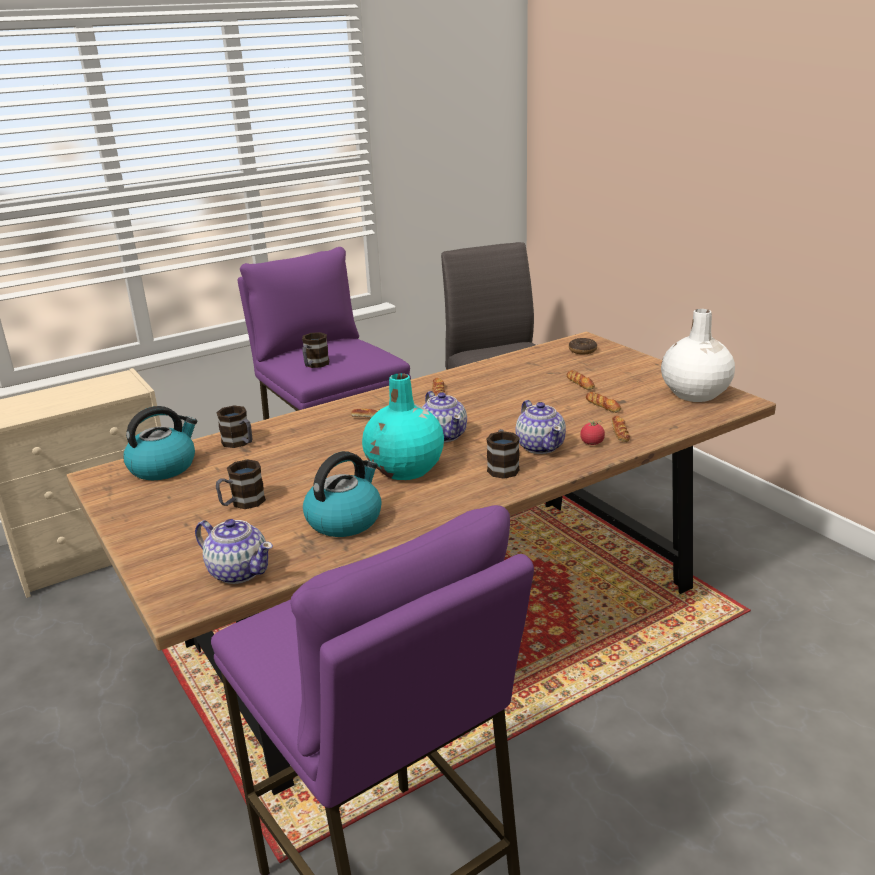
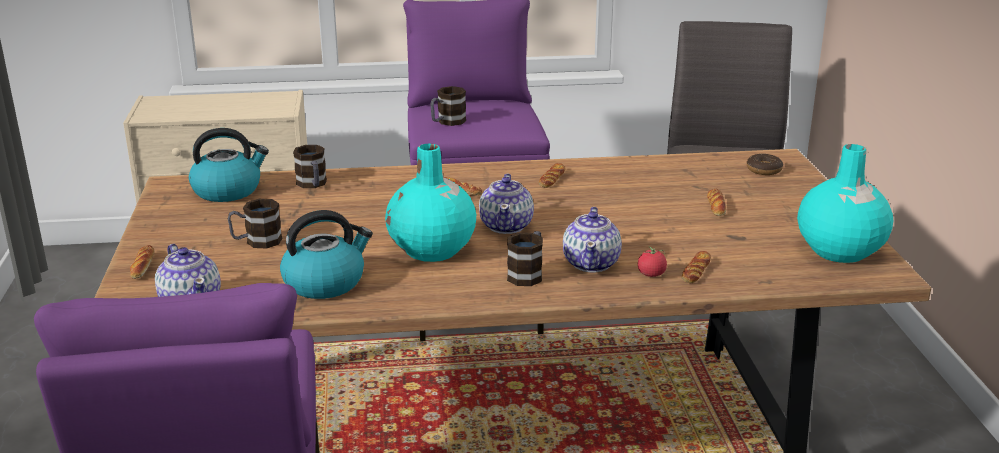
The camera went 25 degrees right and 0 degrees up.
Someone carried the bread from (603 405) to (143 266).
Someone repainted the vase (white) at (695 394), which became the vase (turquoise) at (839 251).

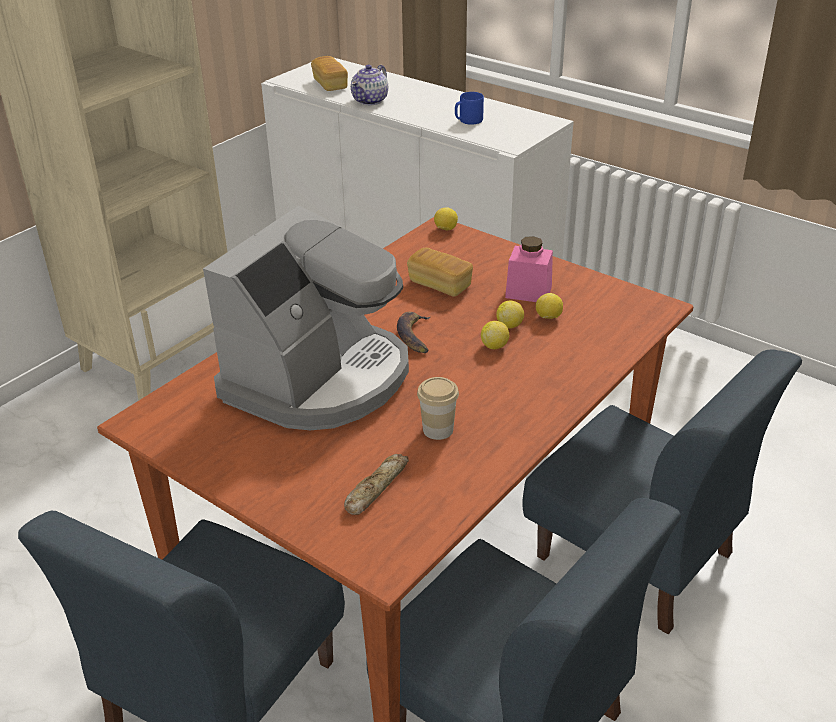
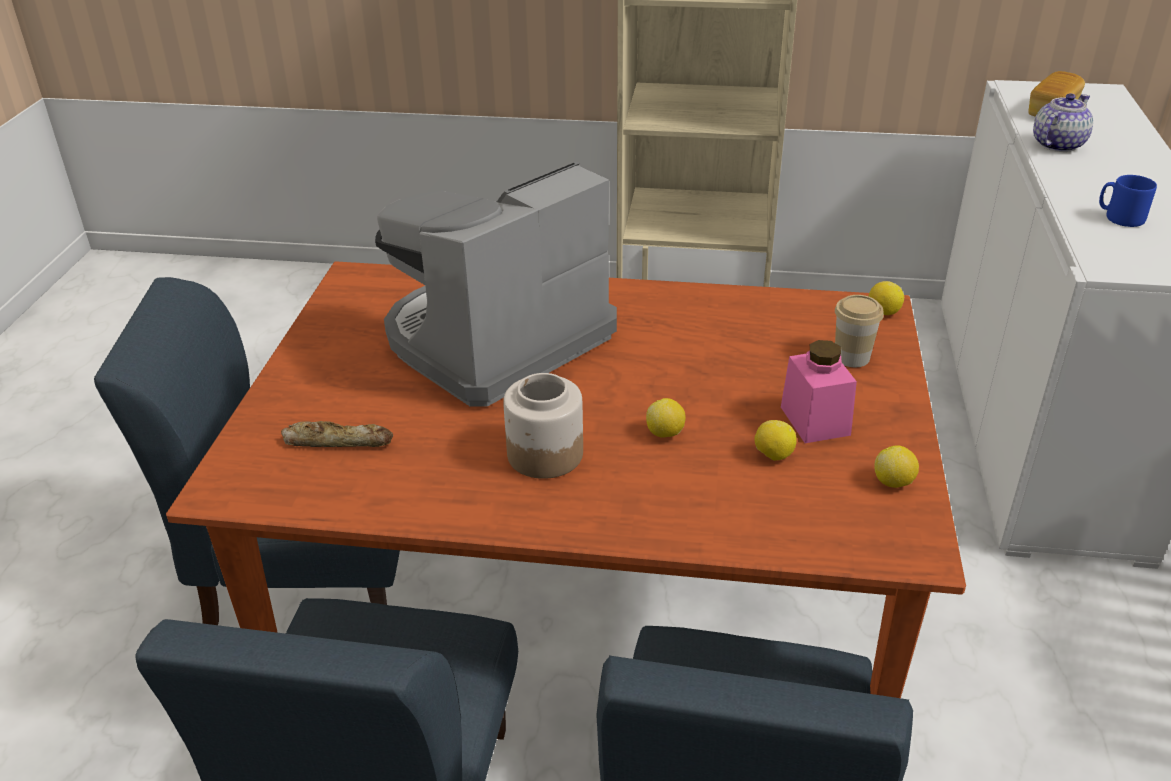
The camera went 60 degrees right and 0 degrees up.
Someone took away the banana at (414 336).
Someone took away the bread at (440 284).
Someone put down the jar at (544 454).
Someone carried the cup from (438 429) to (851 357).
Someone carried the lemon from (509 325) to (893 482).
Someone rotated the coffee machine at (319 378) by 135 degrees clockwise.
Someone rotated the teapot at (370 100) by 135 degrees clockwise.

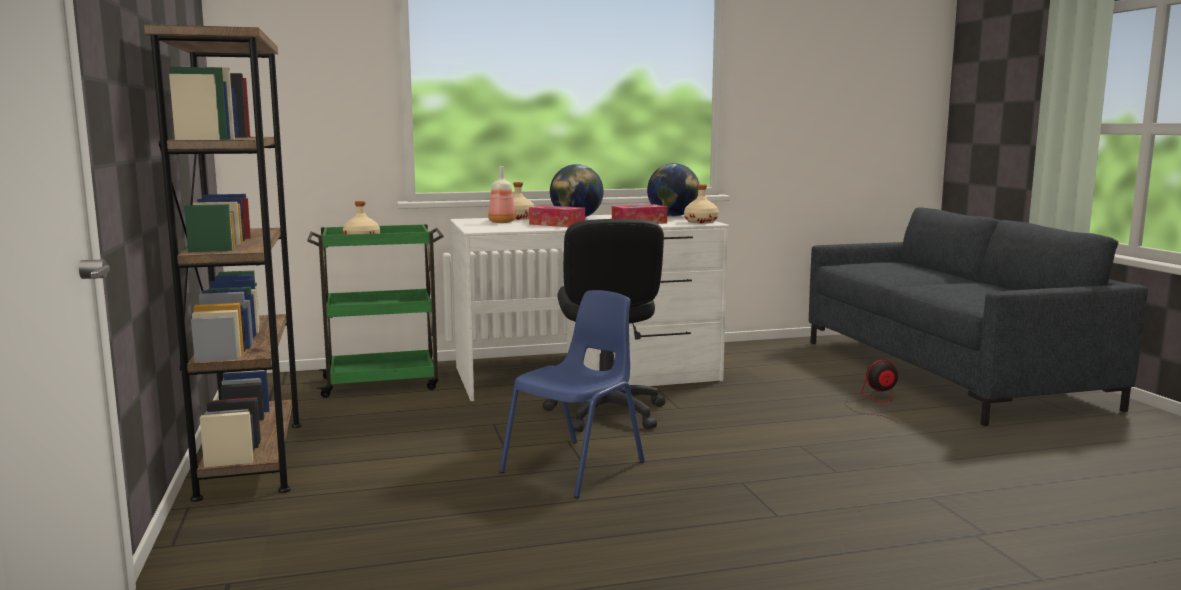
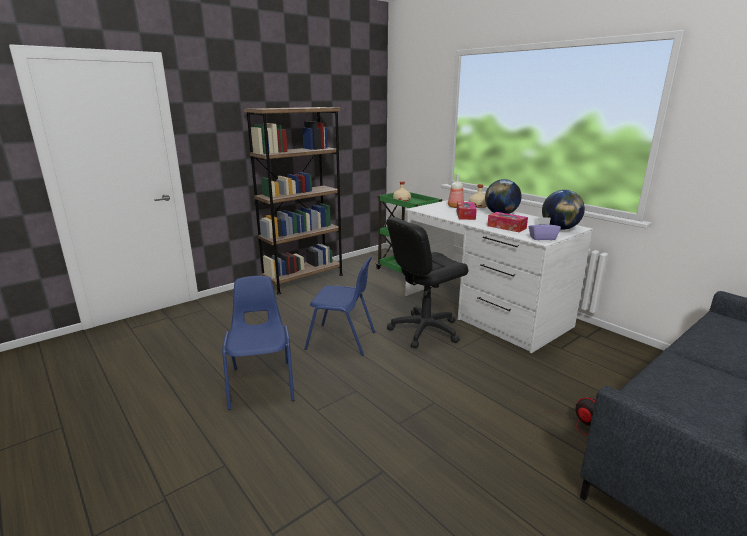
The camera went 65 degrees right and 10 degrees up.
Someone put down the chair (blue) at (262 383).
Someone swapped the bottle (beige) at (701 222) for the tissue box (purple) at (542 238).

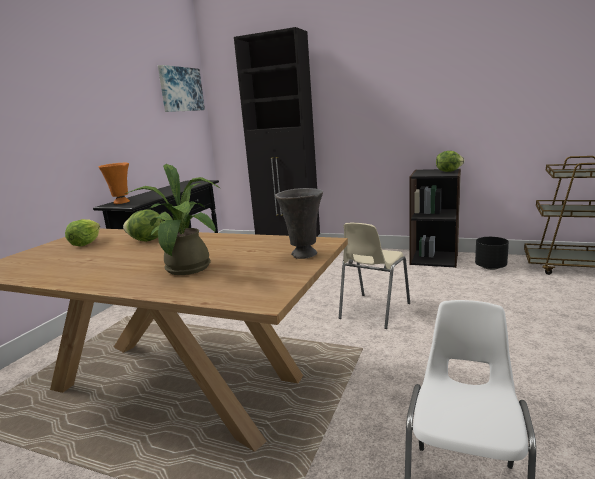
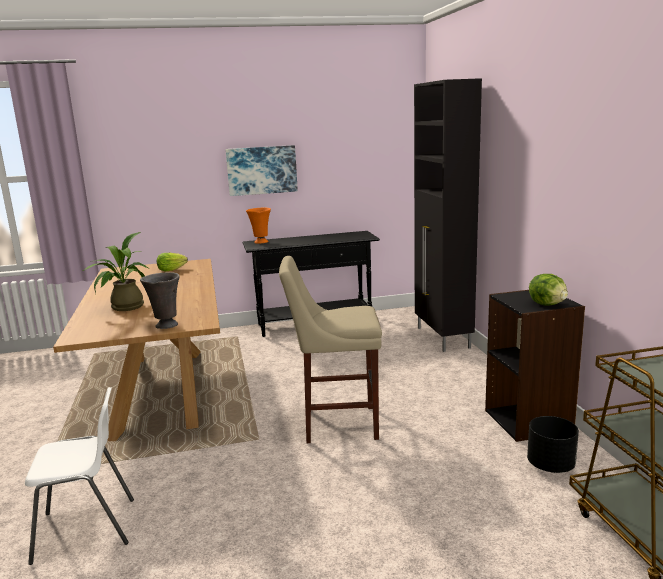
The camera went 55 degrees right and 0 degrees up.
Someone took away the lettuce at (147 241).
Someone carried the picture from (181 89) to (261 170).
Someone swapped the chair (beige) at (373 311) for the stool (beige) at (336 424).

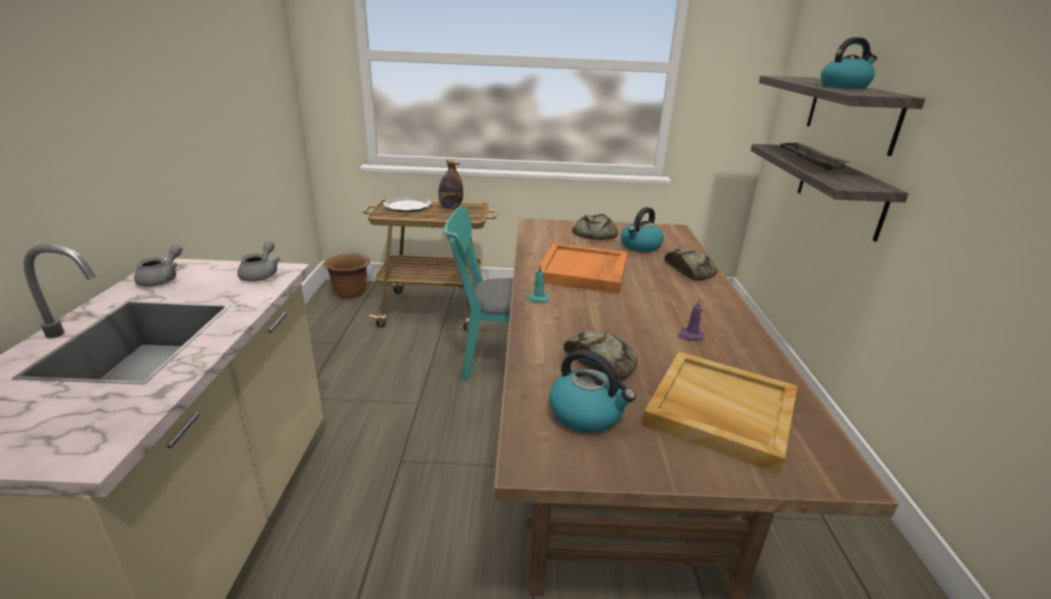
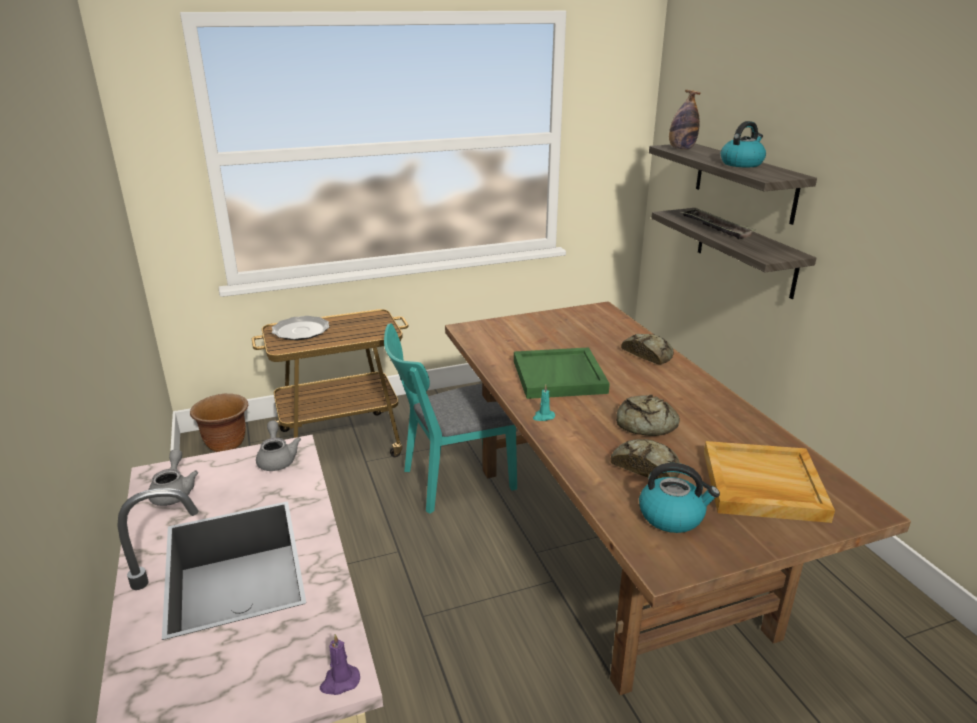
The camera went 20 degrees left and 0 degrees up.
Someone took away the kettle at (640 246).
Someone carried the bottle from (450 208) to (681 149).
Someone carried the bread from (593 234) to (645 424).
Someone carried the candle (purple) from (690 336) to (339 682).
Someone repainted the tray (orange) at (583 272), which became the tray (green) at (560 377).

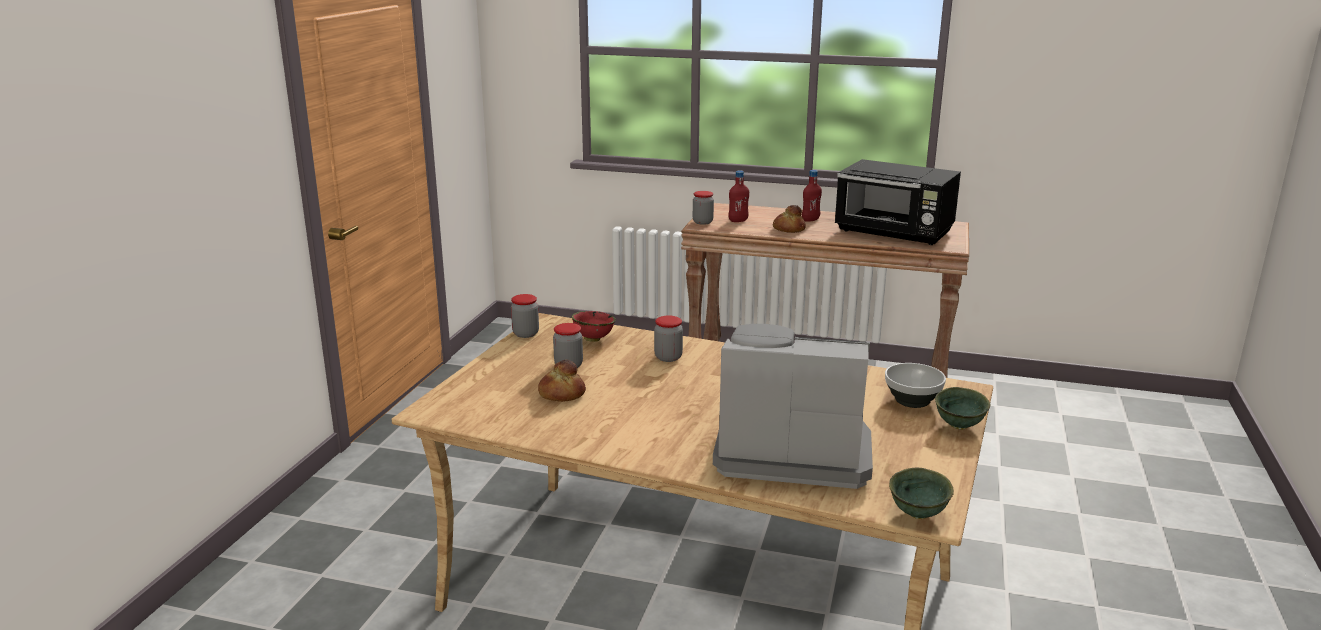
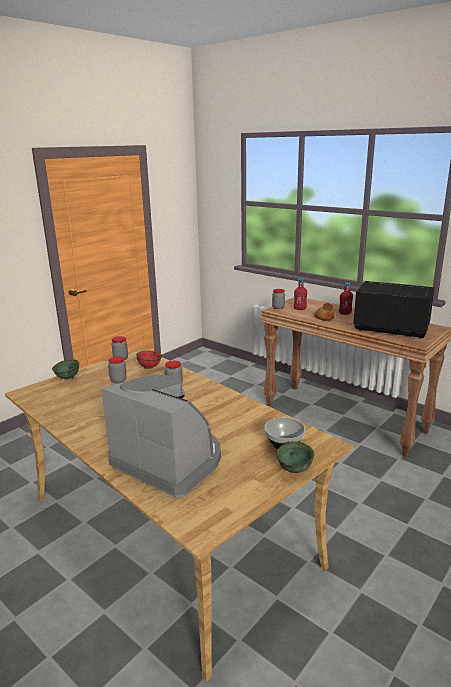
The camera went 25 degrees right and 0 degrees up.
Someone took away the bread at (561 394).
Someone carried the bowl (green) from (919 514) to (68 378).
Someone rotated the microwave (black) at (894 233) by 150 degrees clockwise.

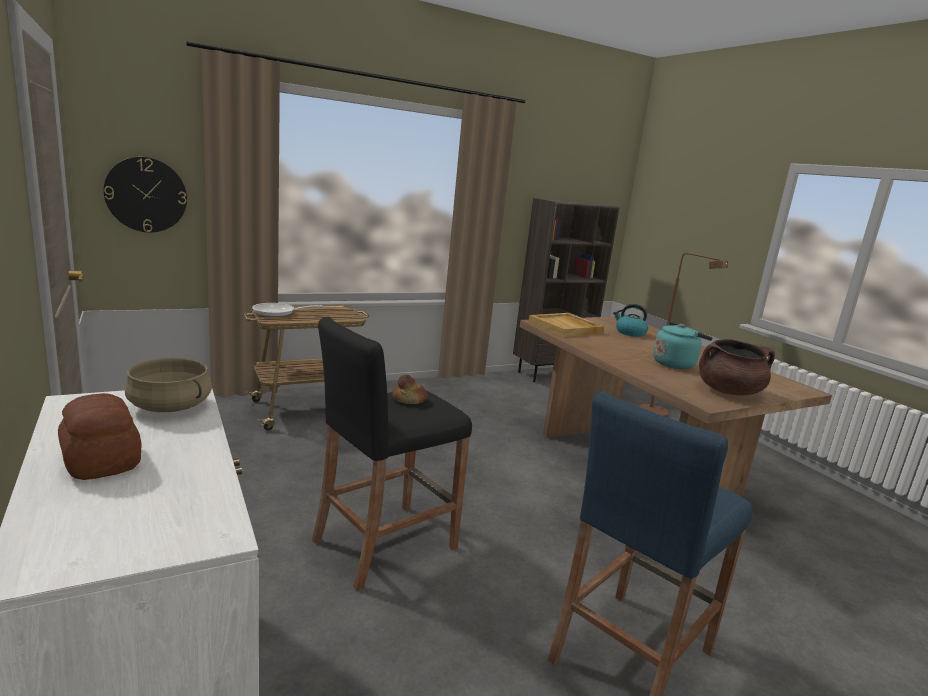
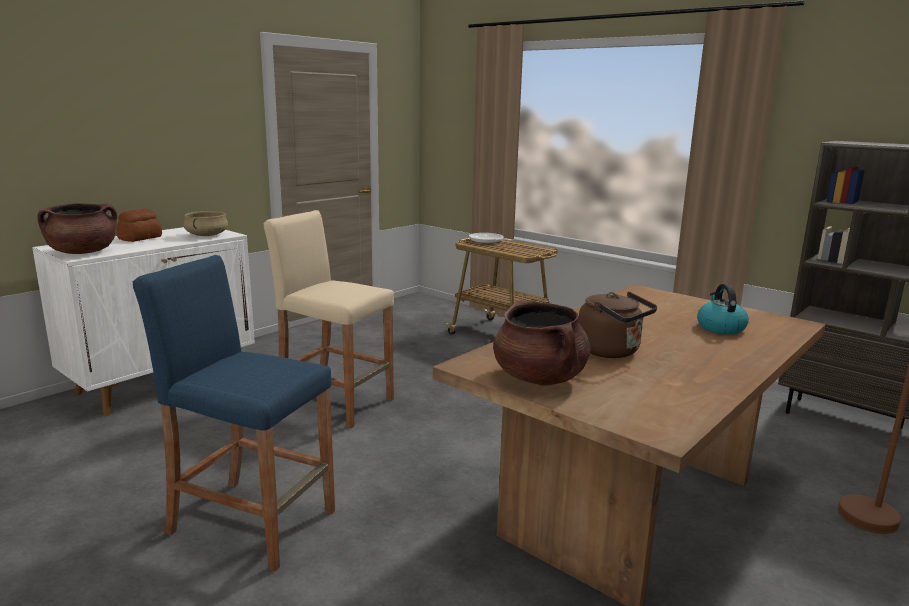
The camera went 70 degrees right and 0 degrees up.
Someone took away the wall clock at (146 195).
Someone took away the bread at (409 400).
Someone took away the tray (beige) at (566 327).
Someone put down the cooking pot (brown) at (83 252).
Someone repainted the stool (black) at (385 544), which became the stool (beige) at (335 402).
Someone repainted the kettle (turquoise) at (675 364), which became the kettle (brown) at (612 352).

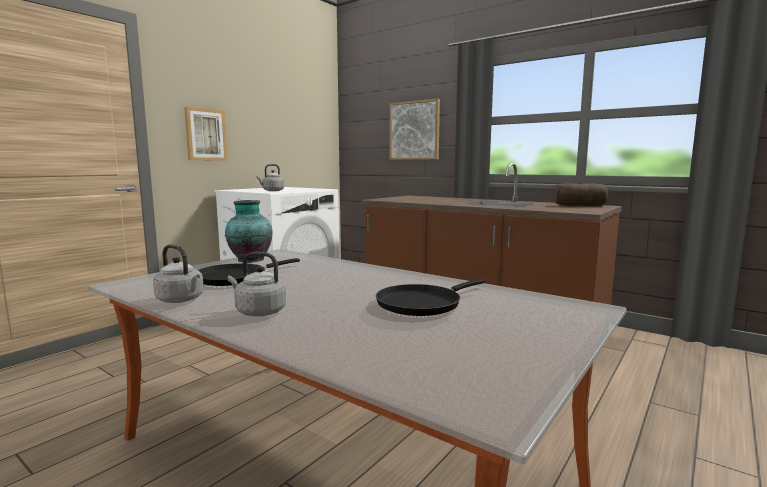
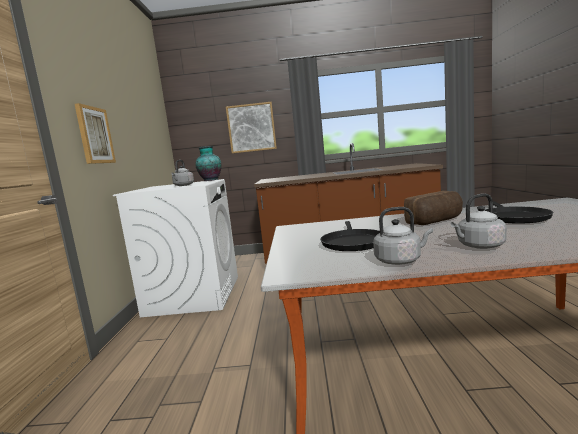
The camera went 35 degrees left and 0 degrees up.
Someone carried the vase from (249 260) to (210 180).
Someone carried the bread from (580 205) to (436 221).

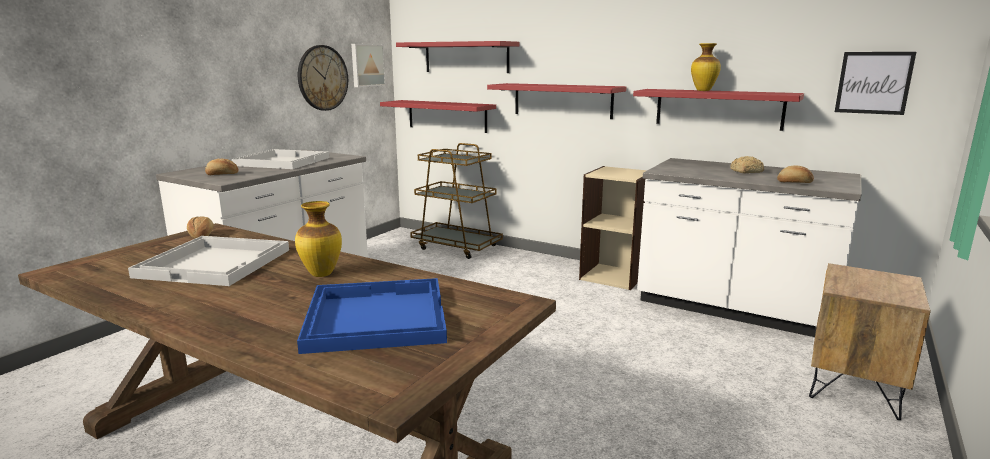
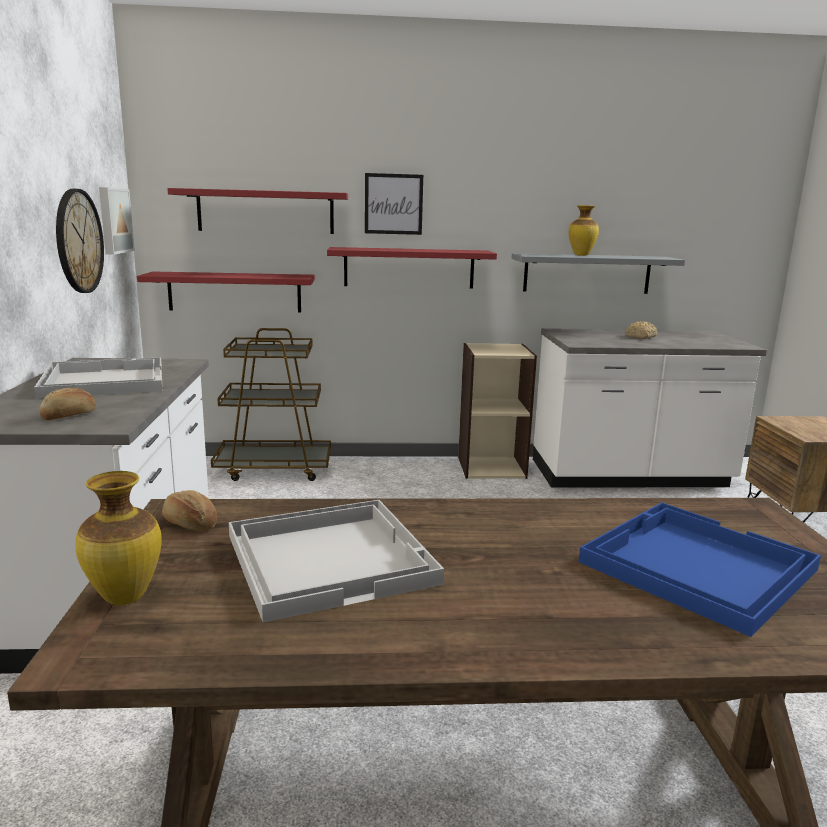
The camera went 35 degrees left and 0 degrees up.
Someone took away the bread at (794 183).
Someone carried the vase from (320 274) to (123 598).
Someone carried the picture from (873 83) to (393 204).
Someone repainted the shelf (red) at (718 109), which became the shelf (grey) at (587 273).

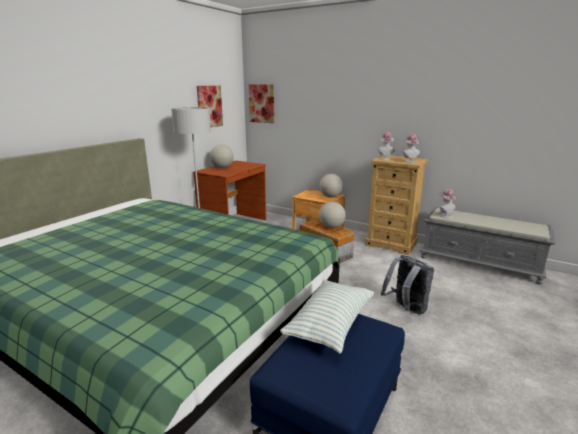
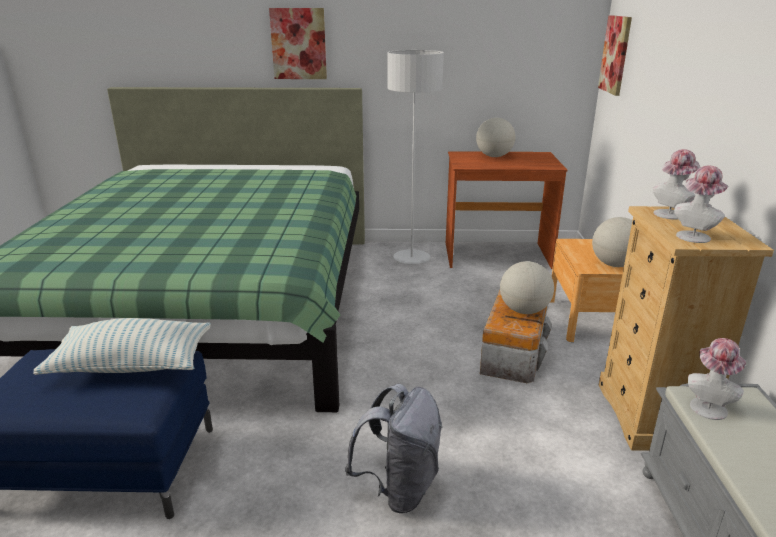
The camera went 60 degrees right and 5 degrees up.
Someone carried the picture from (209 106) to (298 44).

